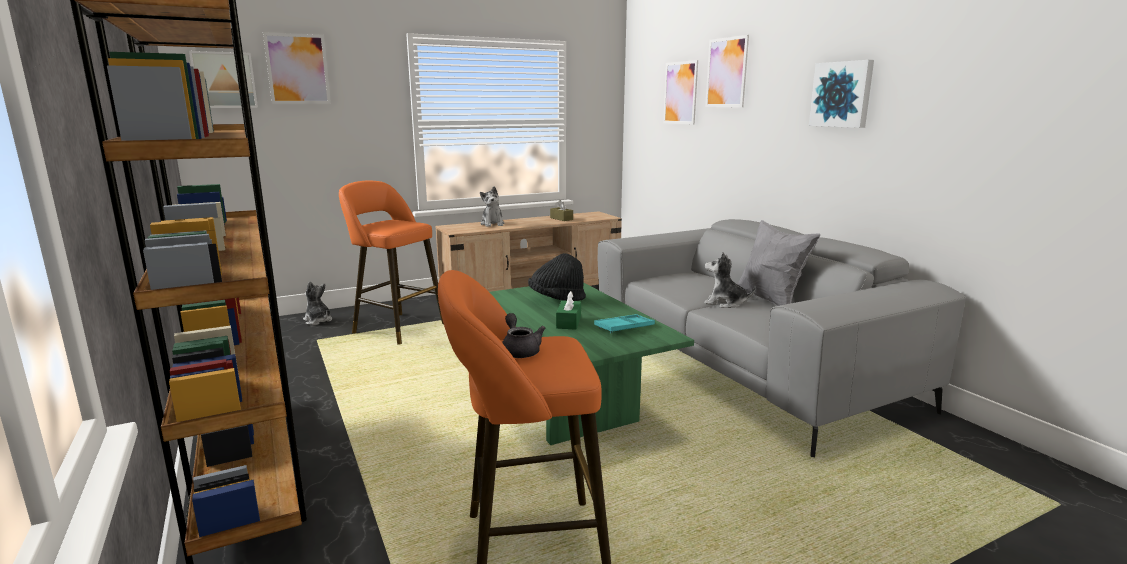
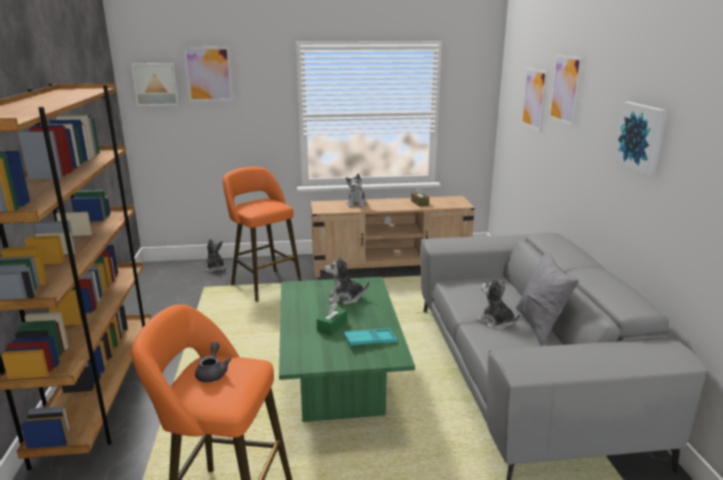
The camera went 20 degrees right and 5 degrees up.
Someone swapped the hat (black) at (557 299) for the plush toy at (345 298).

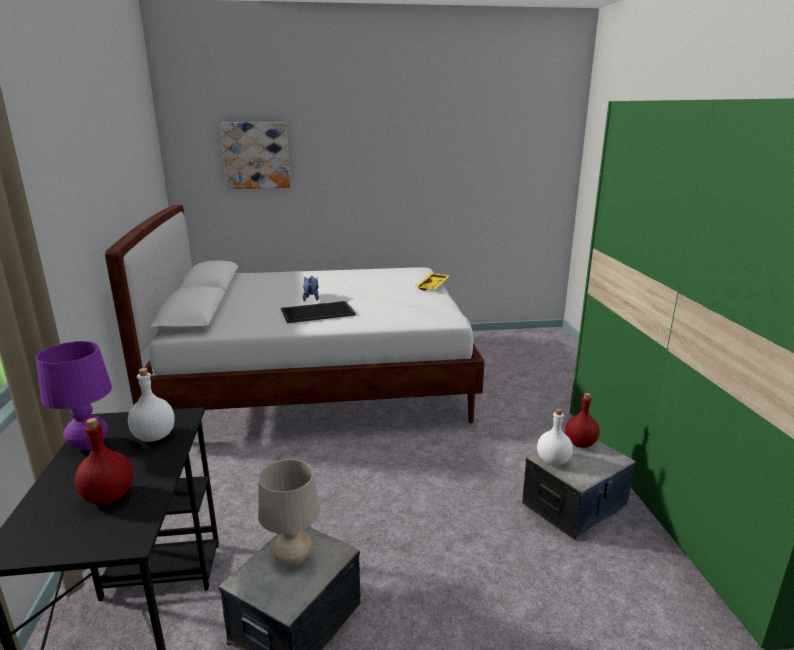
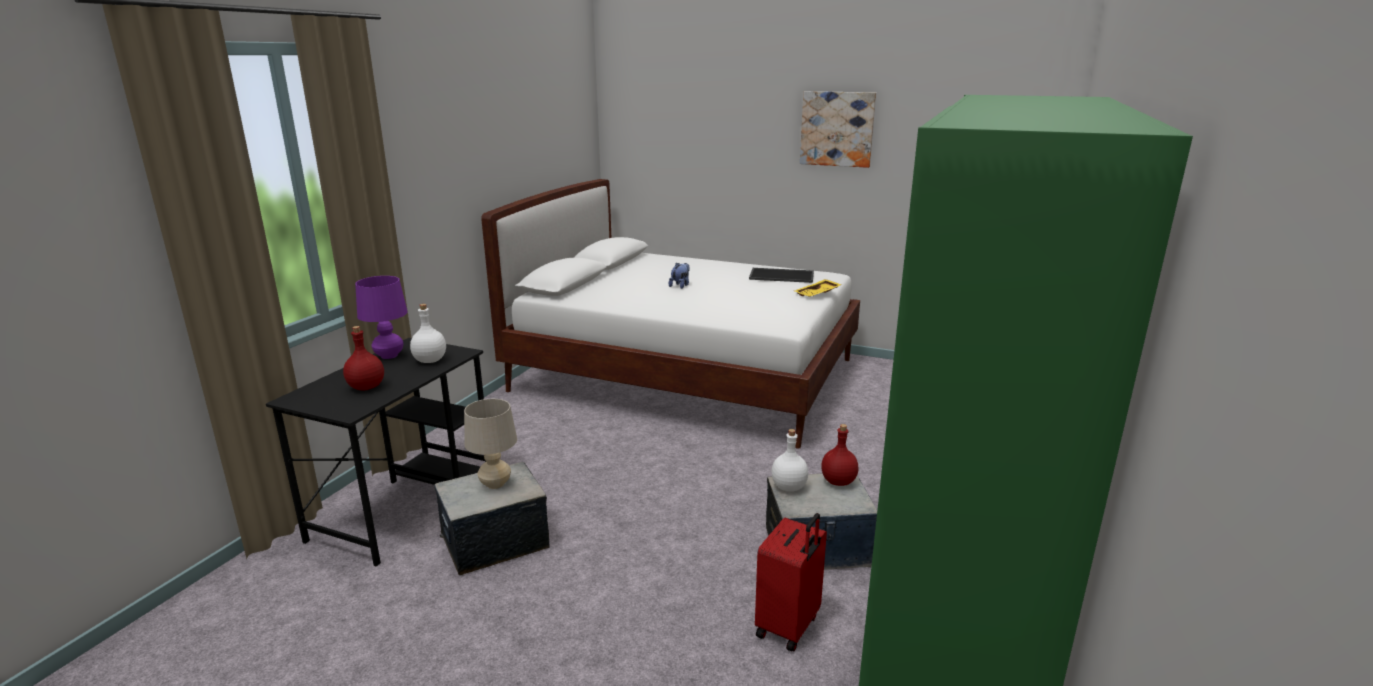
The camera went 30 degrees right and 0 degrees up.
Someone put down the suitcase (red) at (789 627).
Someone carried the picture from (256 155) to (837 129).
Someone carried the tray from (318 312) to (782 275).

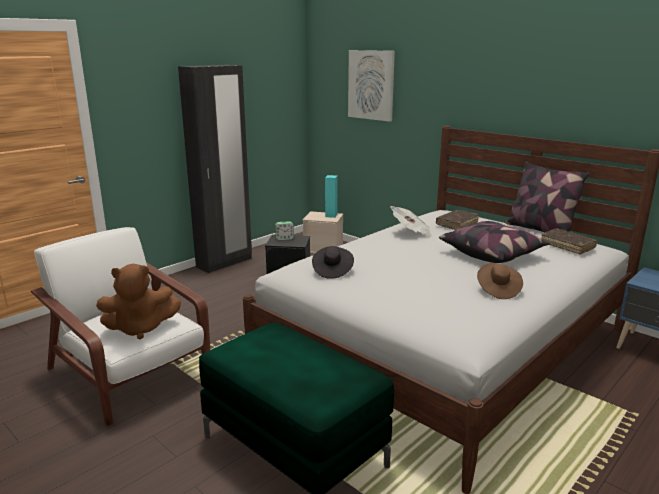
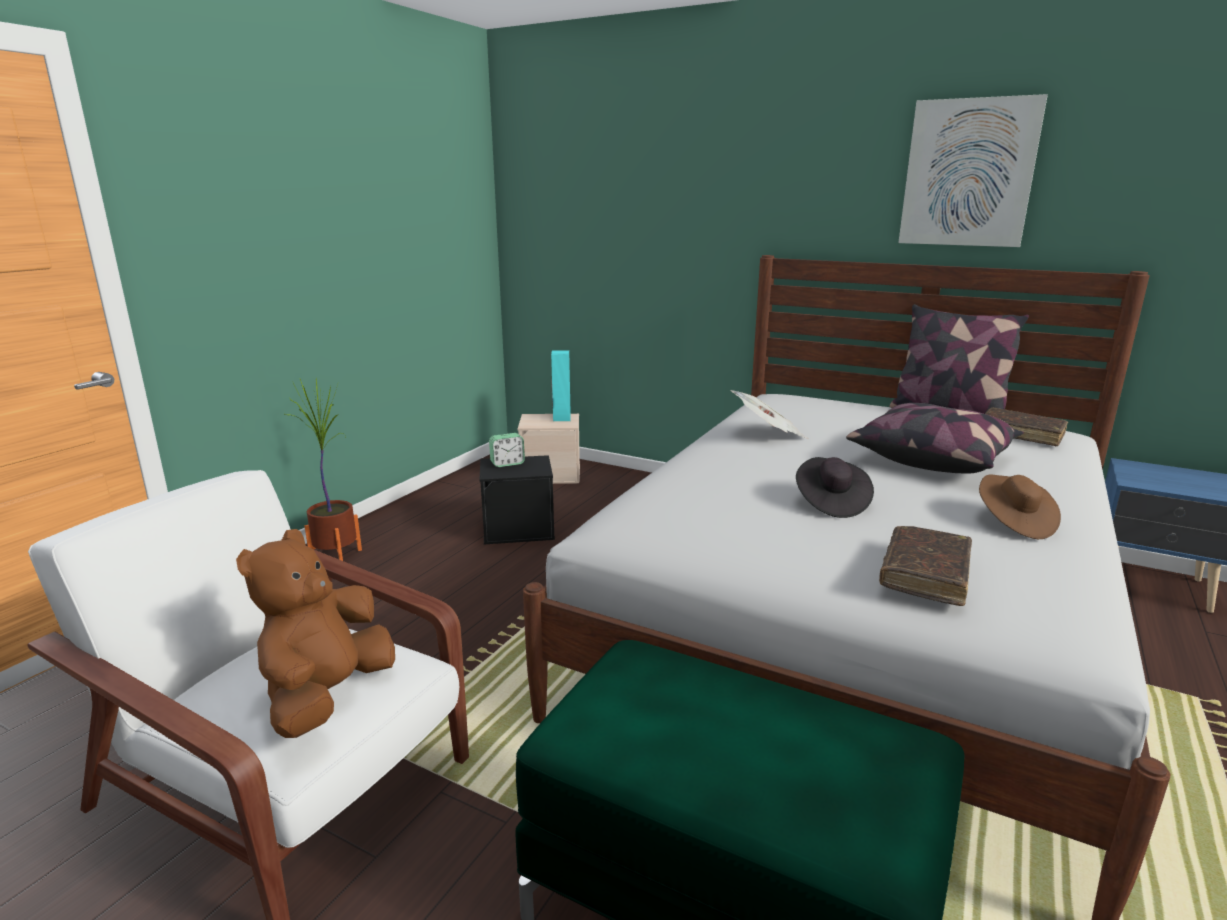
The camera went 15 degrees left and 0 degrees up.
Someone took away the wardrobe (black) at (224 263).
Someone put down the potted plant at (336 555).
Someone carried the hat (black) from (332 271) to (831 503).
Someone carried the picture from (371 85) to (968 173).
Someone carried the book (brown) from (457 224) to (925 574).
Someone rotated the plush toy (brown) at (140 328) by 135 degrees clockwise.

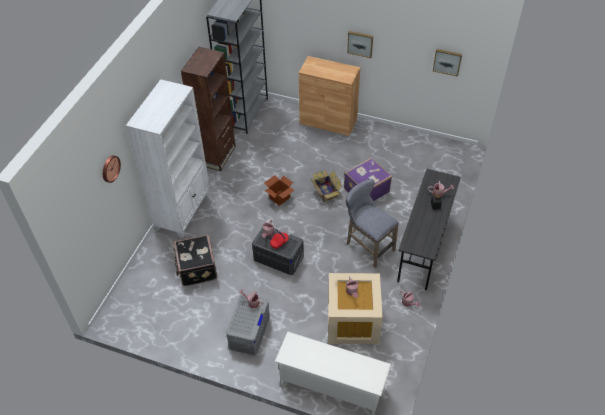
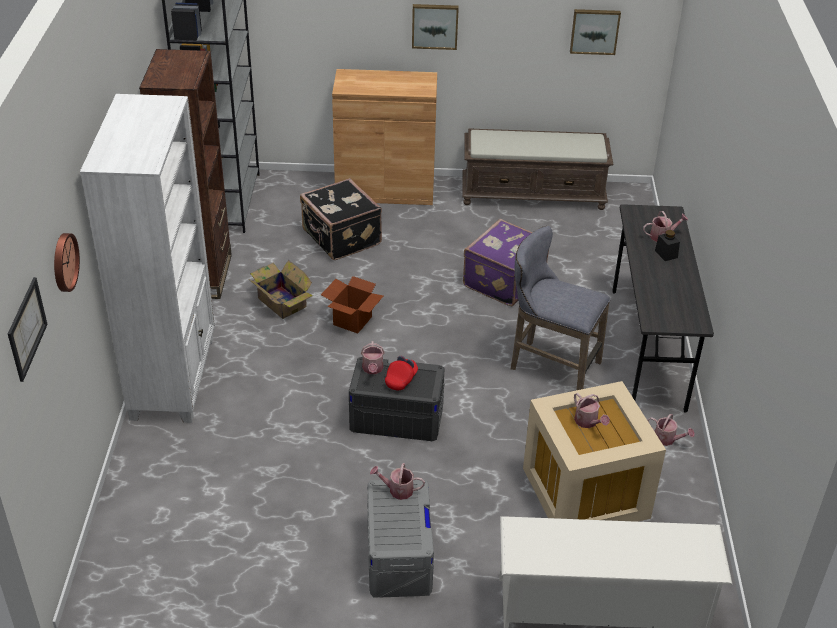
The camera went 20 degrees left and 10 degrees down.
Someone put up the picture at (26 328).
Someone put down the bench (brown) at (534 194).
Someone carried the suitcase (black) from (196 269) to (340 238).
Someone carried the cardboard box from (325 191) to (281 301).

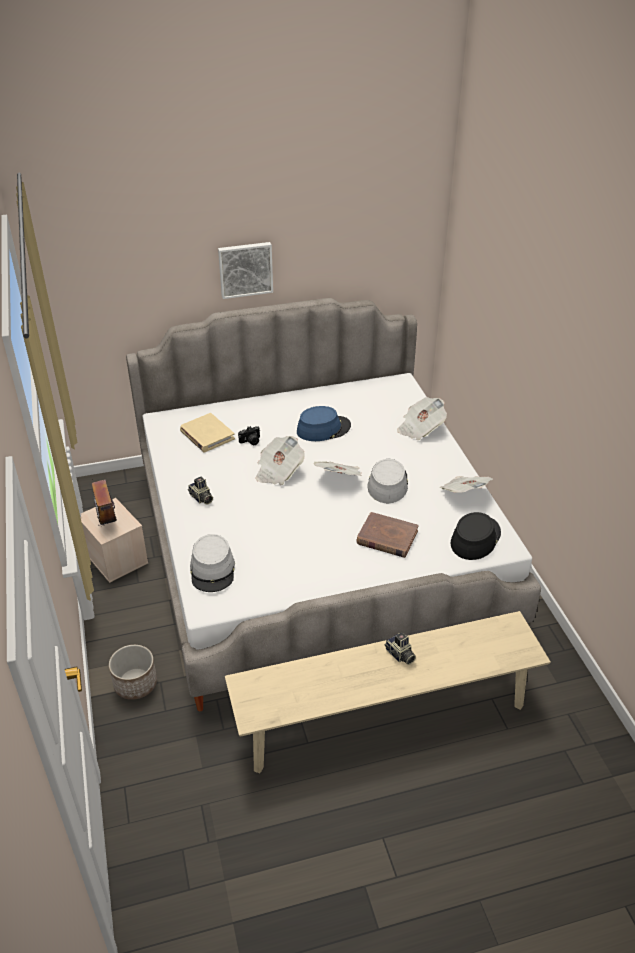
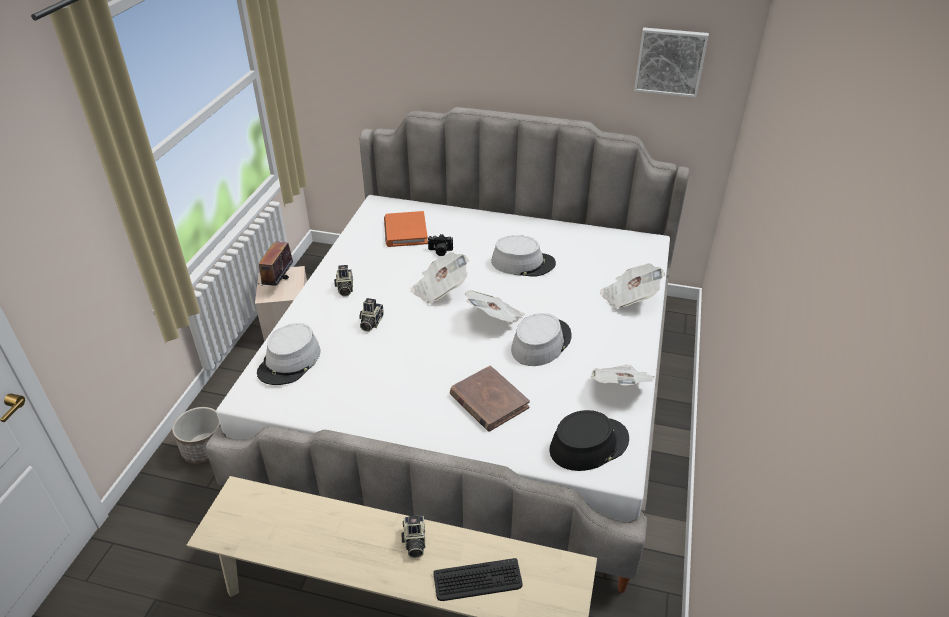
The camera went 30 degrees right and 0 degrees up.
Someone put down the photo camera at (370 322).
Someone put down the keyboard at (477 580).
Someone carried the picture from (245 269) to (670 61).
Someone repainted the book (beige) at (207 435), which became the book (orange) at (405 232).
Someone repainted the hat (blue) at (323 429), which became the hat (grey) at (523 263).

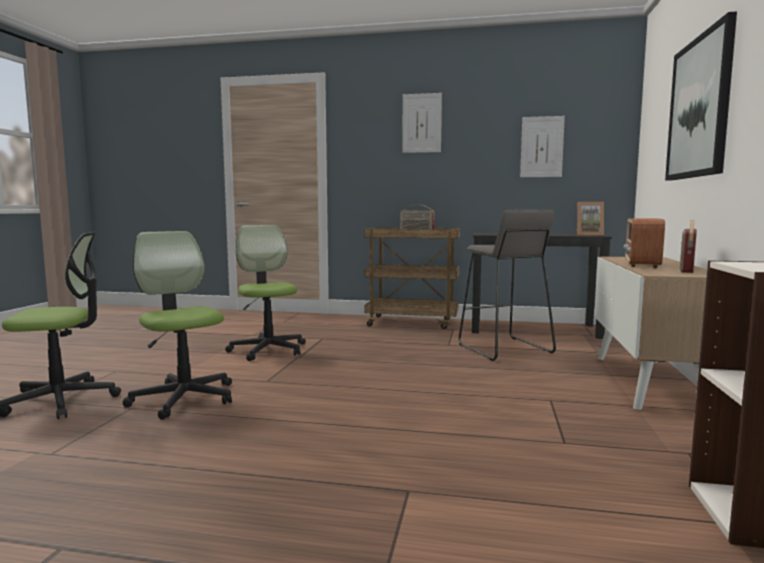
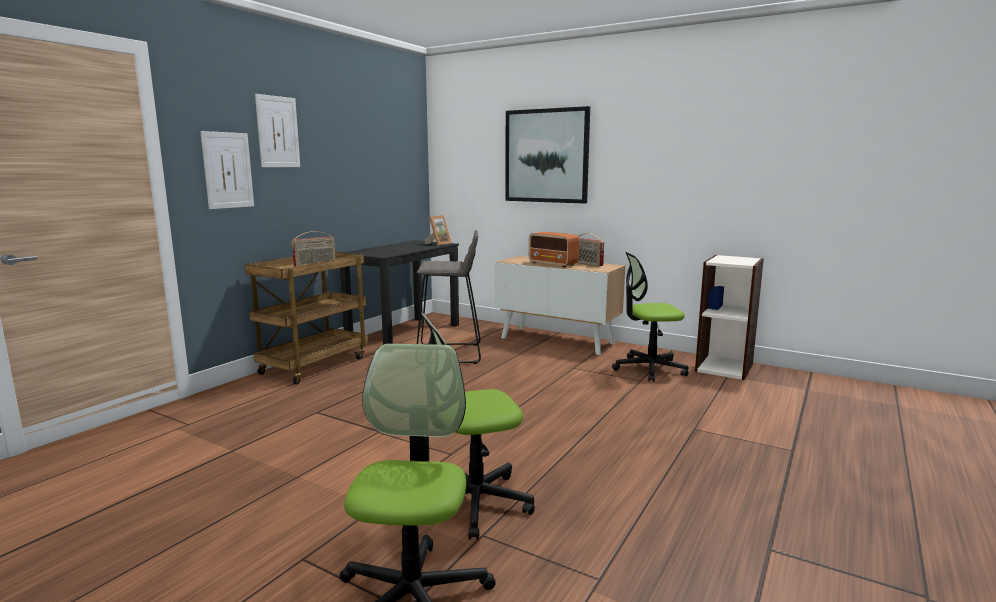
The camera went 70 degrees left and 5 degrees up.
Someone carried the office chair from (268 350) to (649 369).
Someone carried the picture from (542 147) to (228 170).

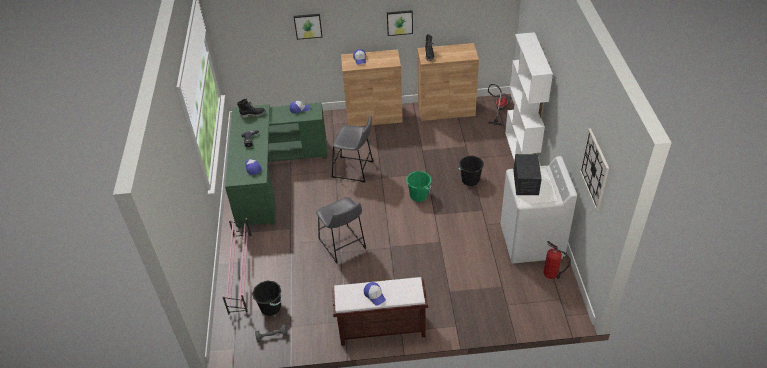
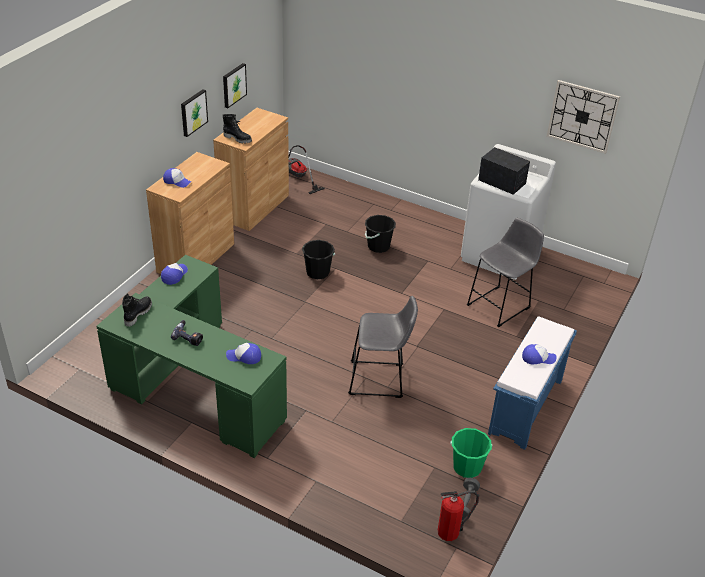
The camera went 60 degrees left and 5 degrees down.
Someone took away the shoe rack (pink) at (240 273).
Someone took away the bookcase (white) at (521 153).
Someone carried the bucket (black) from (270 307) to (318 272).
Someone carried the picture from (308 26) to (233 85).
Someone carried the stool (grey) from (355 170) to (501 305).
Someone carried the bucket (green) from (419 196) to (467 467).
Someone carried the fire extinguisher from (552 274) to (450 531).
Someone repainted the bench (brown) at (381 328), which became the bench (blue) at (526 408).

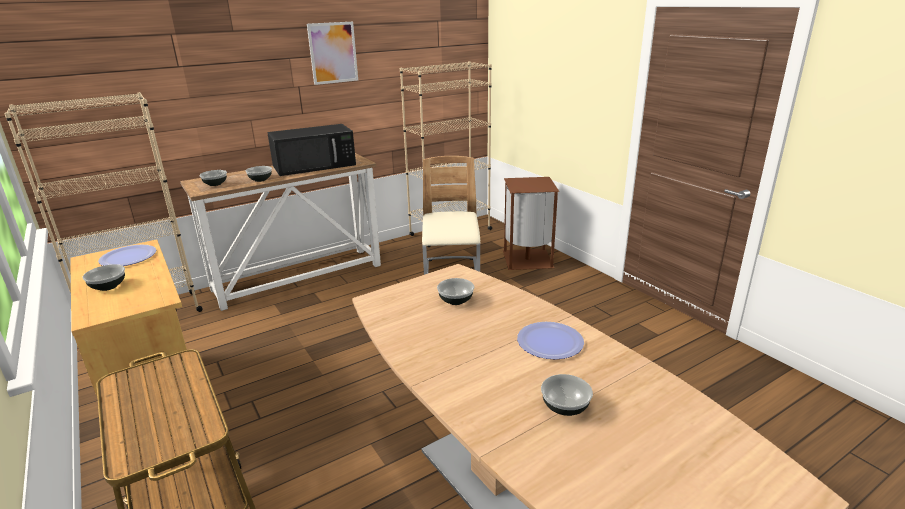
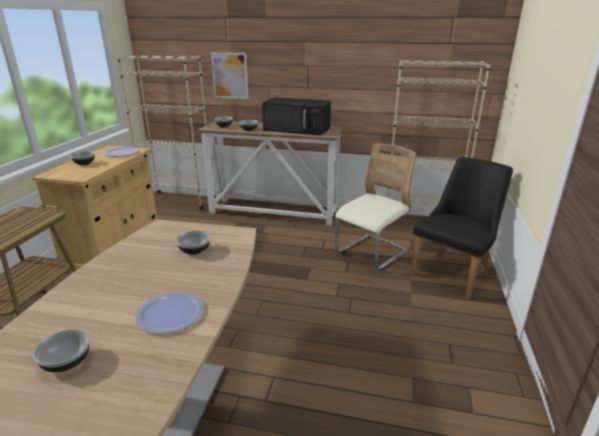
The camera went 45 degrees right and 0 degrees up.
Someone carried the picture from (333 53) to (230 75).
Someone swapped the trash can (brown) at (528 259) for the chair (black) at (453 272).

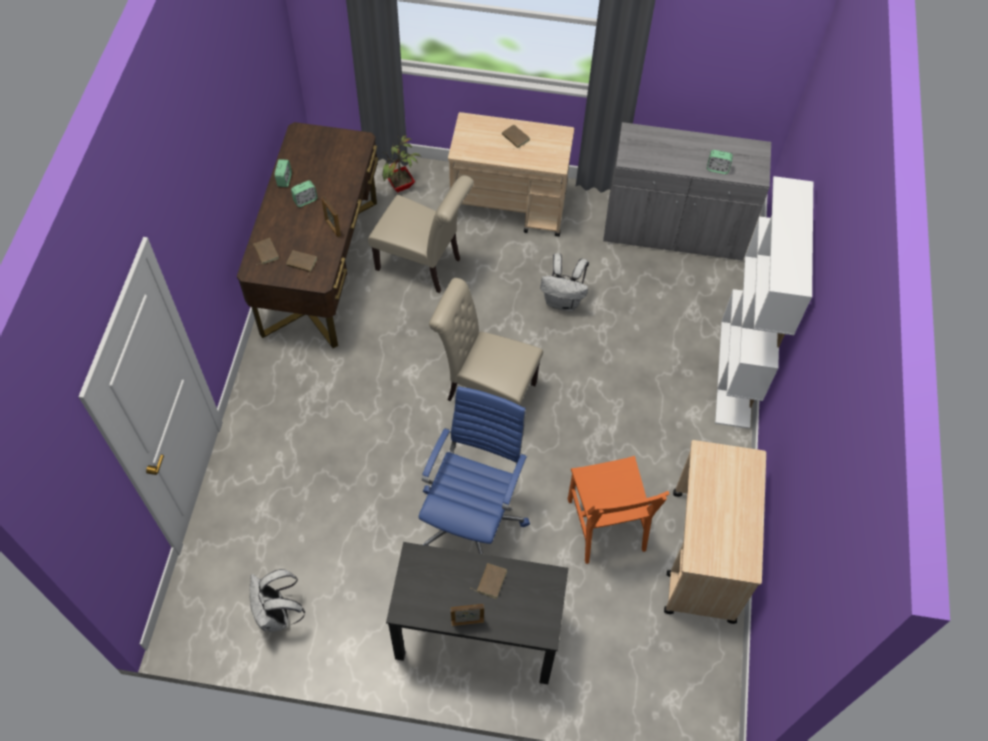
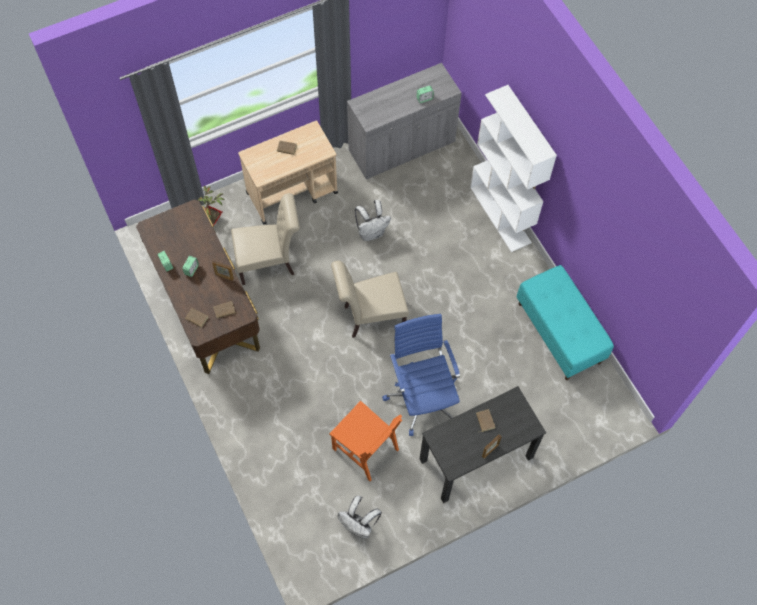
The camera went 35 degrees left and 5 degrees up.
Someone carried the chair (orange) from (605 525) to (365 449).
Someone swapped the cart (beige) at (702 557) for the bench (turquoise) at (559 333).

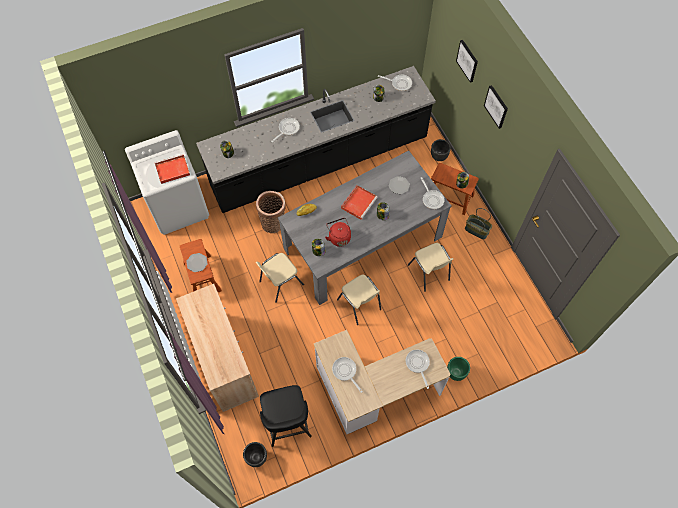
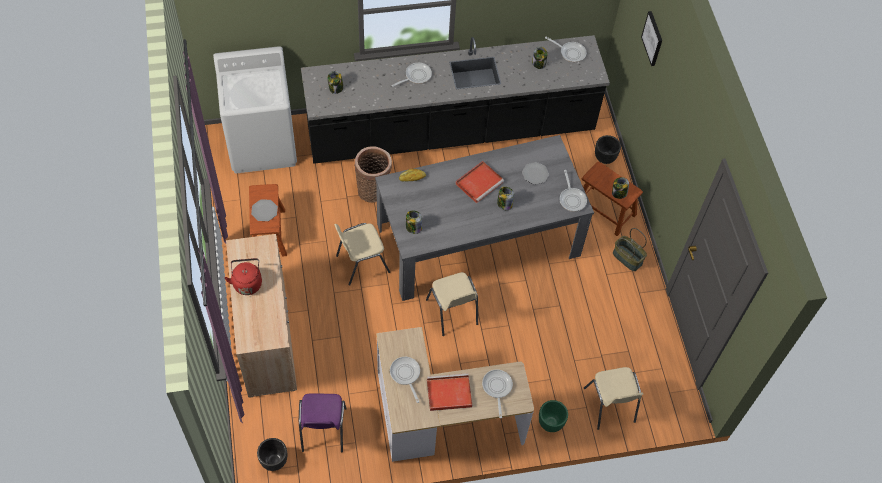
The camera went 10 degrees right and 5 degrees down.
Someone took away the picture at (496 106).
Someone carried the tray (red) from (172 170) to (448 393).
Someone carried the kettle (red) from (339 237) to (247 282).
Someone carried the chair (beige) from (429 273) to (610 406).
Someone swapped the stool (black) at (287 423) for the chair (purple) at (323 431).

